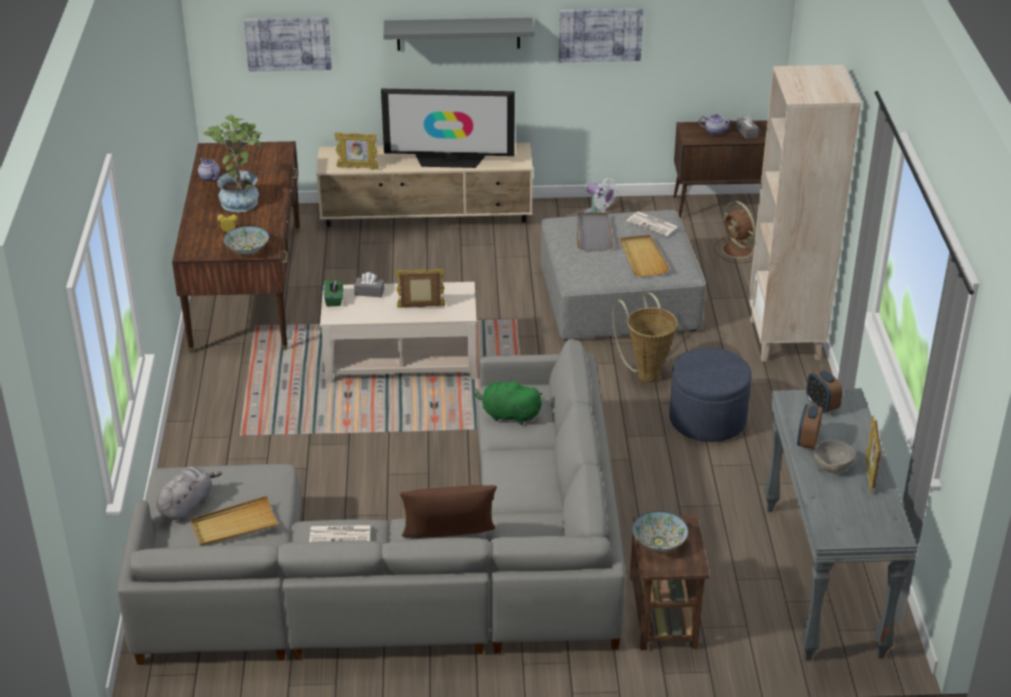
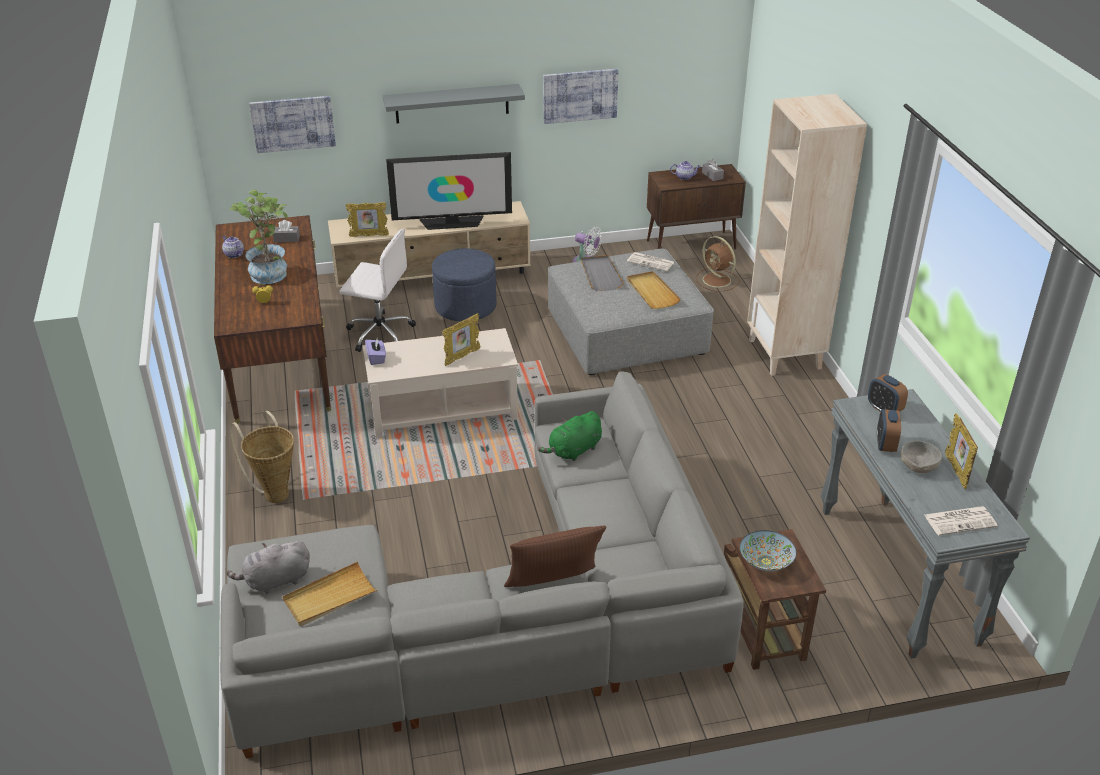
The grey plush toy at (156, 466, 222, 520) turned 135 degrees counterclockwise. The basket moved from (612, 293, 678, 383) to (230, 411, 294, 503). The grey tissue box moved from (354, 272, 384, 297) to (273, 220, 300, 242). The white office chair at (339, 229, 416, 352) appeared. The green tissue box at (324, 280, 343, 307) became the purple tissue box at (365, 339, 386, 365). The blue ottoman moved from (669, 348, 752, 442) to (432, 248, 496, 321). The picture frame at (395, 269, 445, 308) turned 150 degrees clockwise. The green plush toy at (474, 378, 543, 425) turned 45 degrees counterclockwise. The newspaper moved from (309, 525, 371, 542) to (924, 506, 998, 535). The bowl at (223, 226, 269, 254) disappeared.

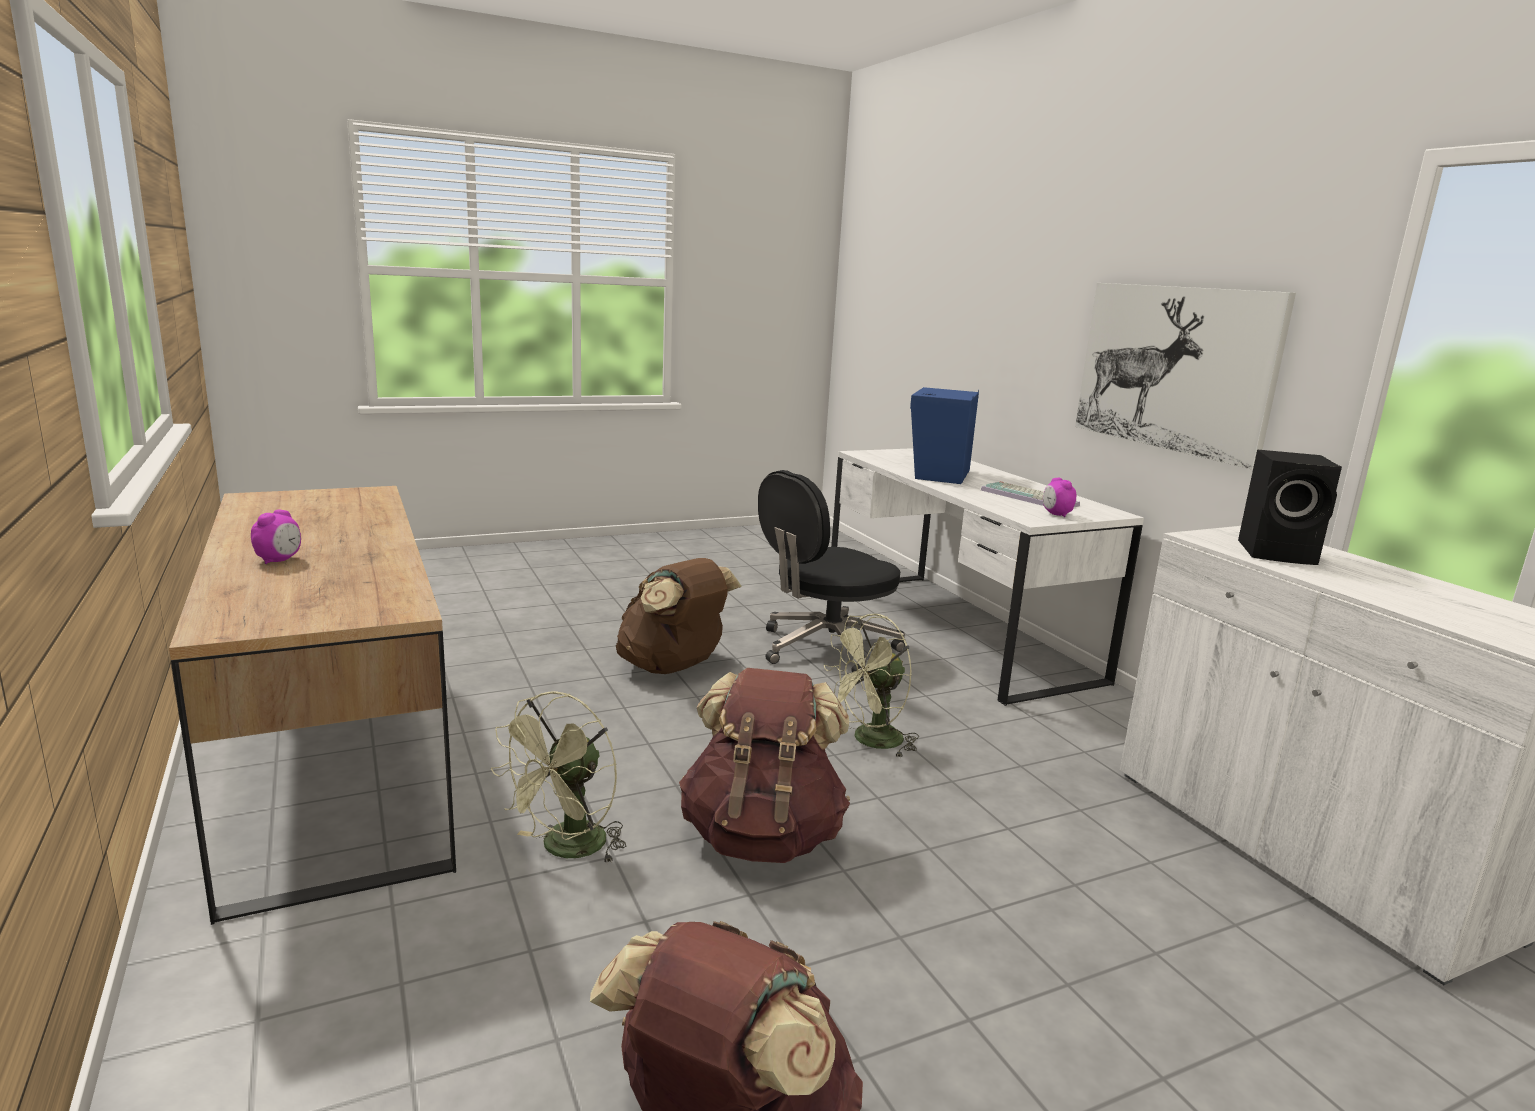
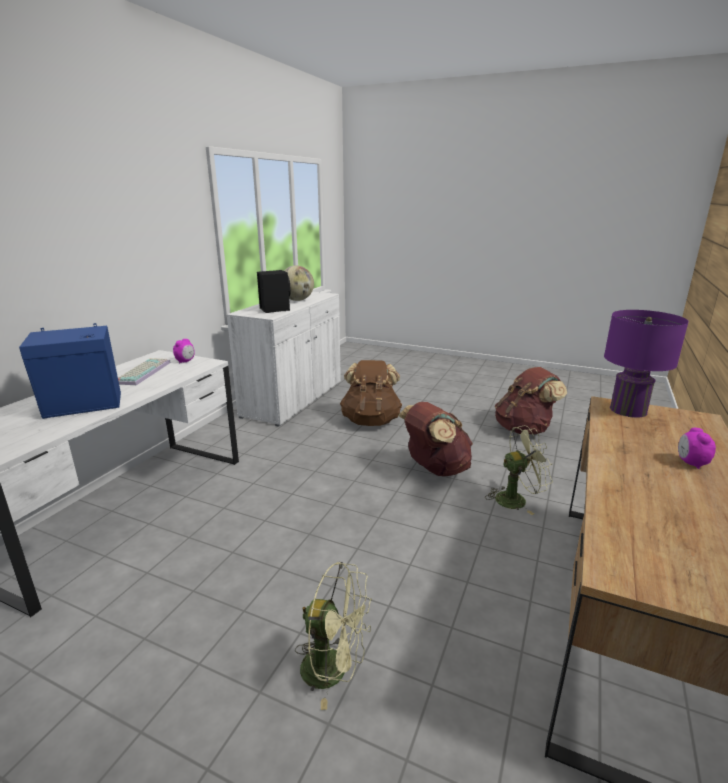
The globe at (284, 266, 314, 301) appeared. The green fan moved from (824, 614, 919, 758) to (295, 562, 372, 710). The brown backpack moved from (616, 558, 742, 674) to (340, 360, 402, 426). The purple table lamp at (604, 310, 689, 418) appeared. The alarm clock at (251, 510, 301, 564) turned 60 degrees counterclockwise. The black office chair at (758, 470, 905, 678) disappeared. The picture at (1075, 283, 1296, 470) disappeared.

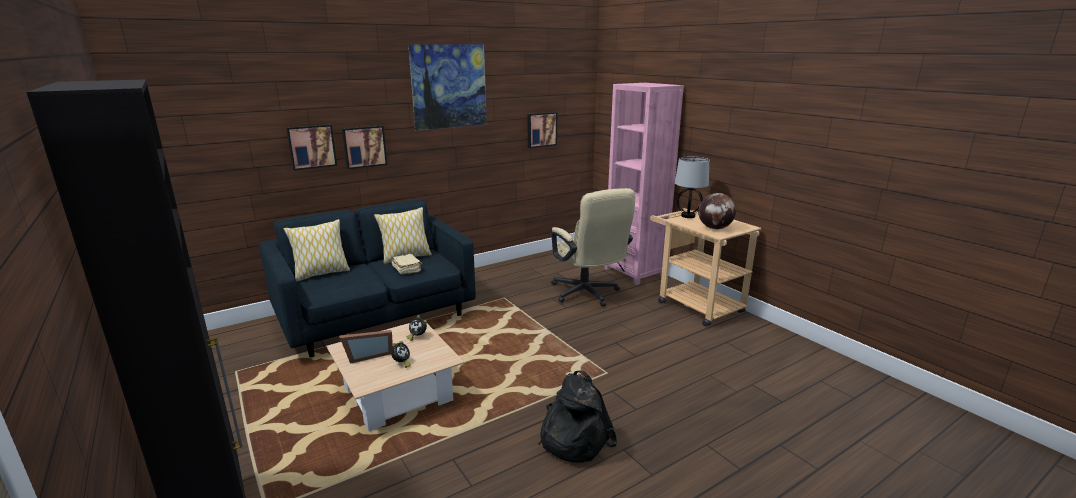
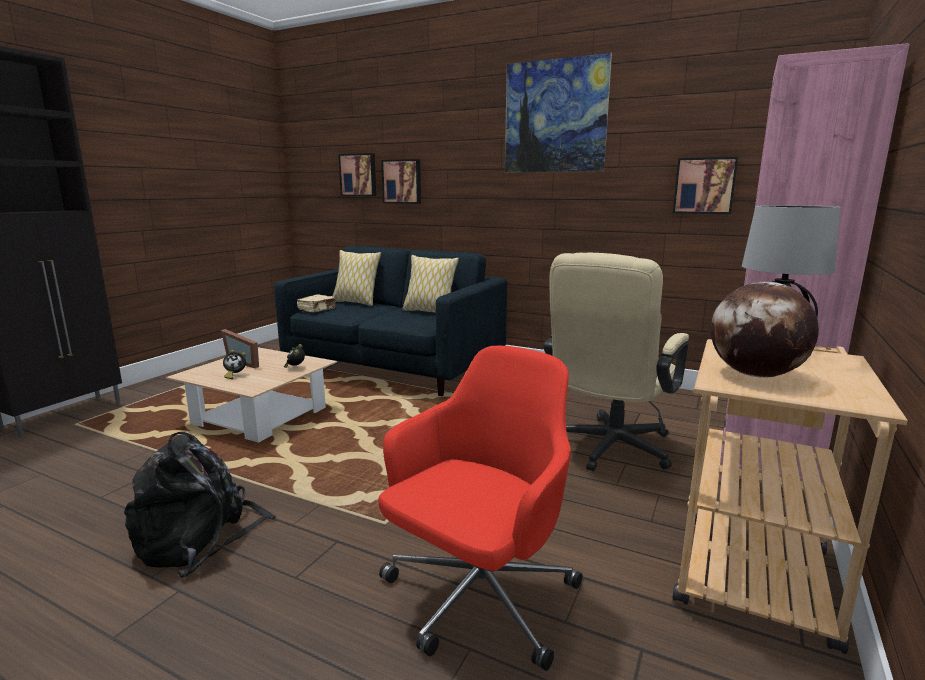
The beige book moved from (392, 254, 422, 275) to (297, 294, 336, 312). The picture moved from (342, 125, 387, 169) to (338, 153, 376, 196). The red office chair at (378, 346, 582, 671) appeared.

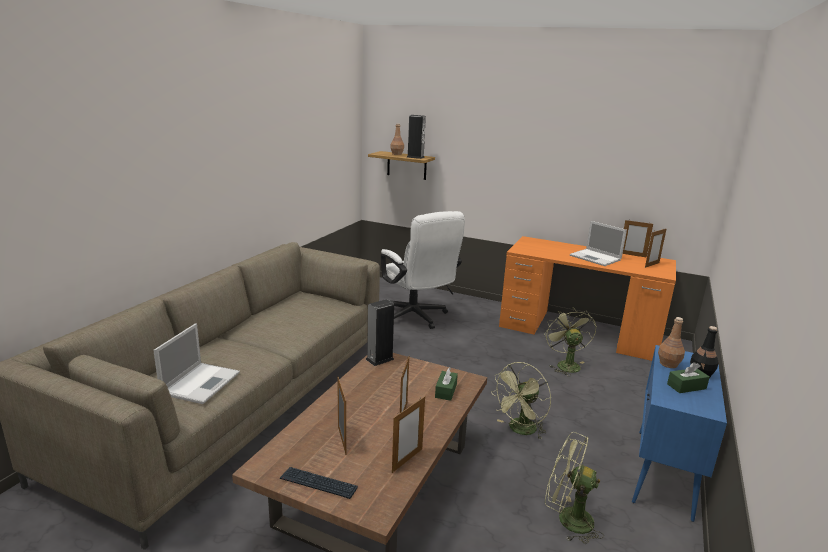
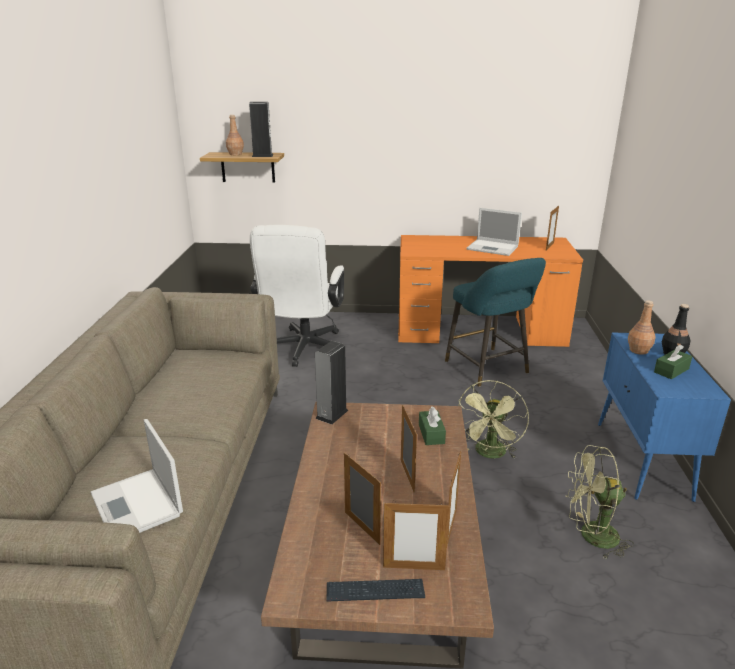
The laptop at (153, 323, 240, 404) turned 150 degrees clockwise. The white office chair at (381, 211, 465, 329) turned 60 degrees clockwise. The picture frame moved from (623, 219, 653, 258) to (383, 501, 450, 570). The green fan at (544, 307, 597, 377) was replaced by the turquoise stool at (445, 258, 546, 387).

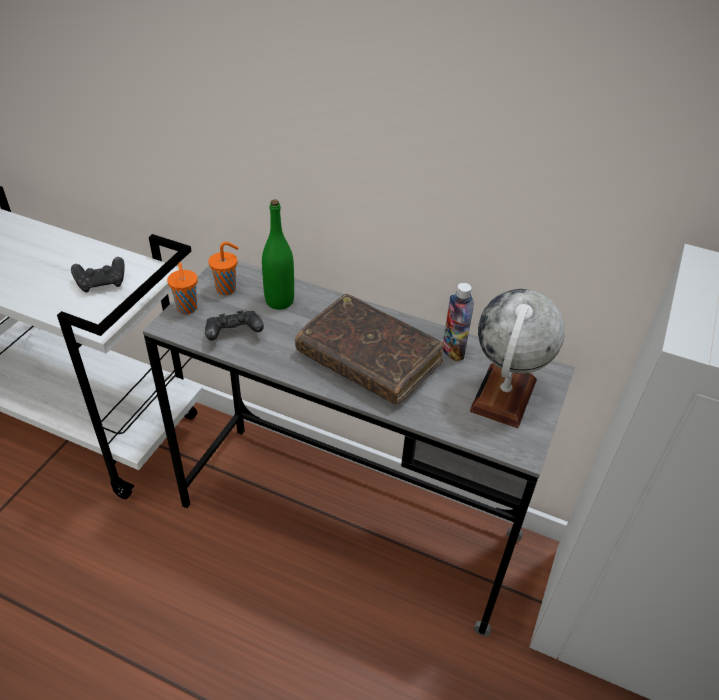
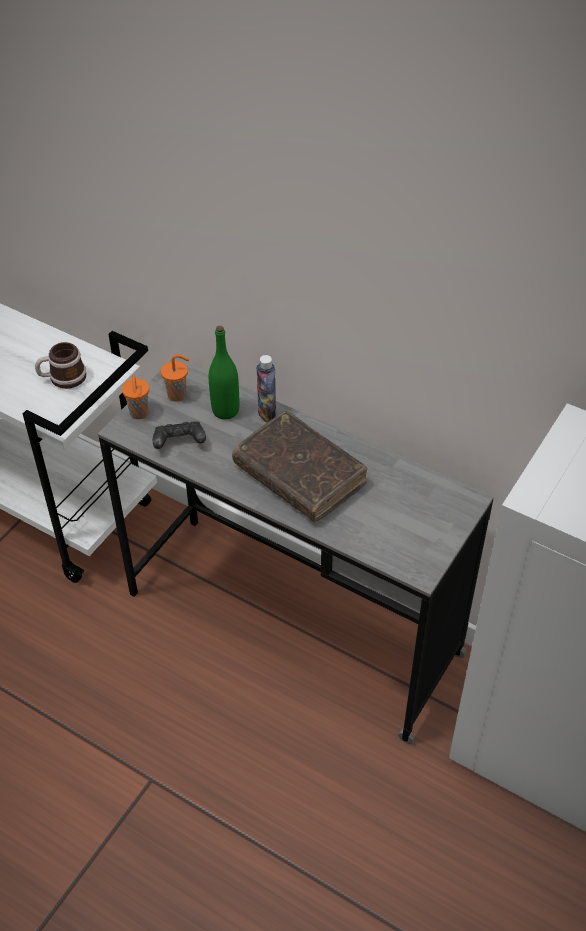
The black game controller at (71, 257, 125, 293) was replaced by the mug at (35, 342, 86, 389). The bottle moved from (443, 283, 474, 361) to (257, 355, 276, 422). The globe at (470, 289, 565, 428) disappeared.

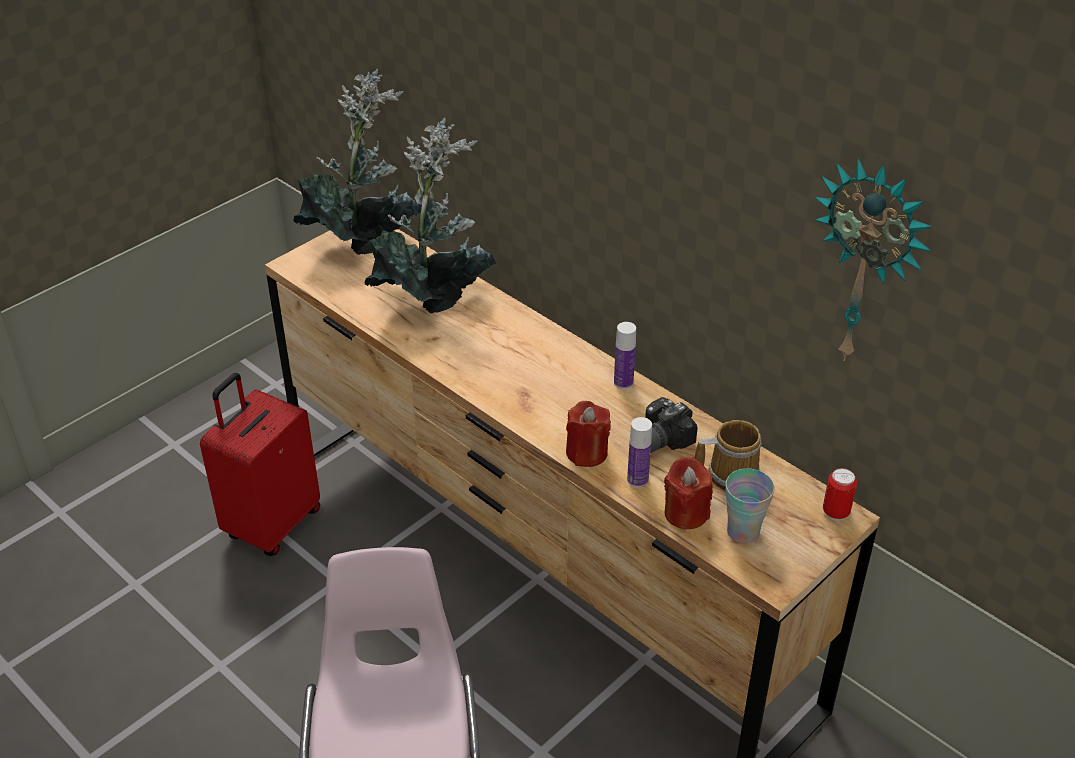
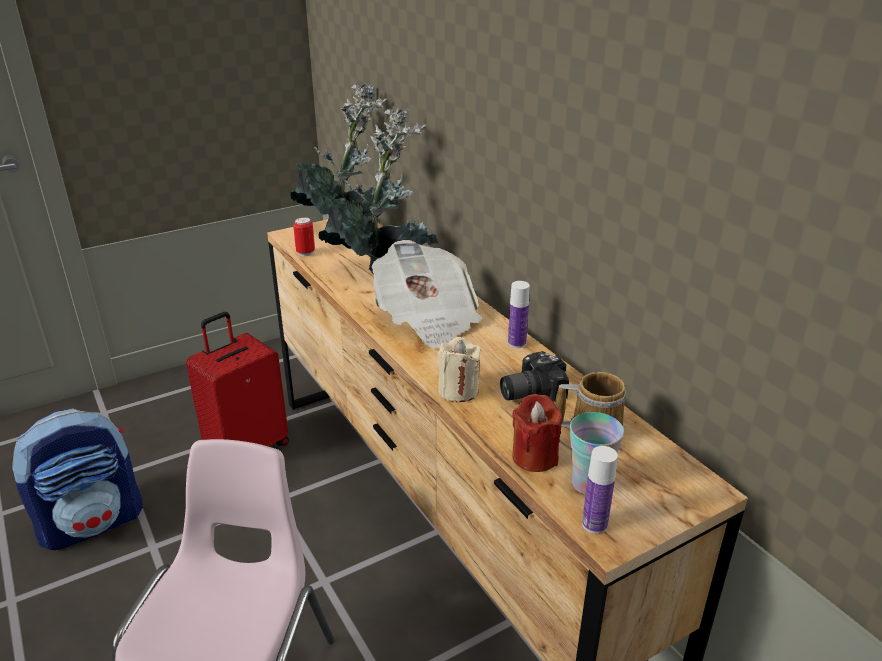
The backpack at (12, 408, 143, 550) appeared. The can moved from (823, 468, 857, 521) to (293, 217, 315, 256). The newspaper at (372, 240, 482, 349) appeared. The red candle at (566, 401, 611, 467) became the beige candle at (437, 337, 481, 402). The bottle moved from (627, 417, 652, 488) to (582, 446, 618, 534). The wall clock at (814, 157, 932, 361) disappeared.

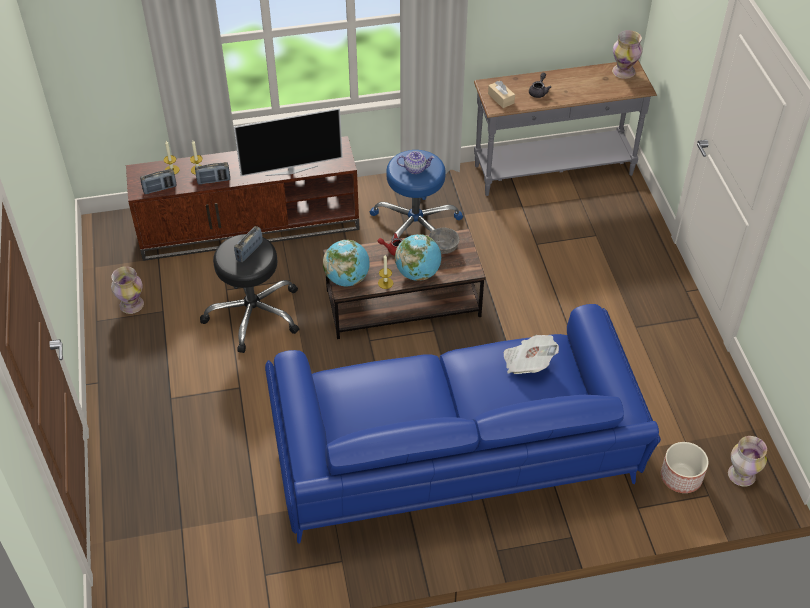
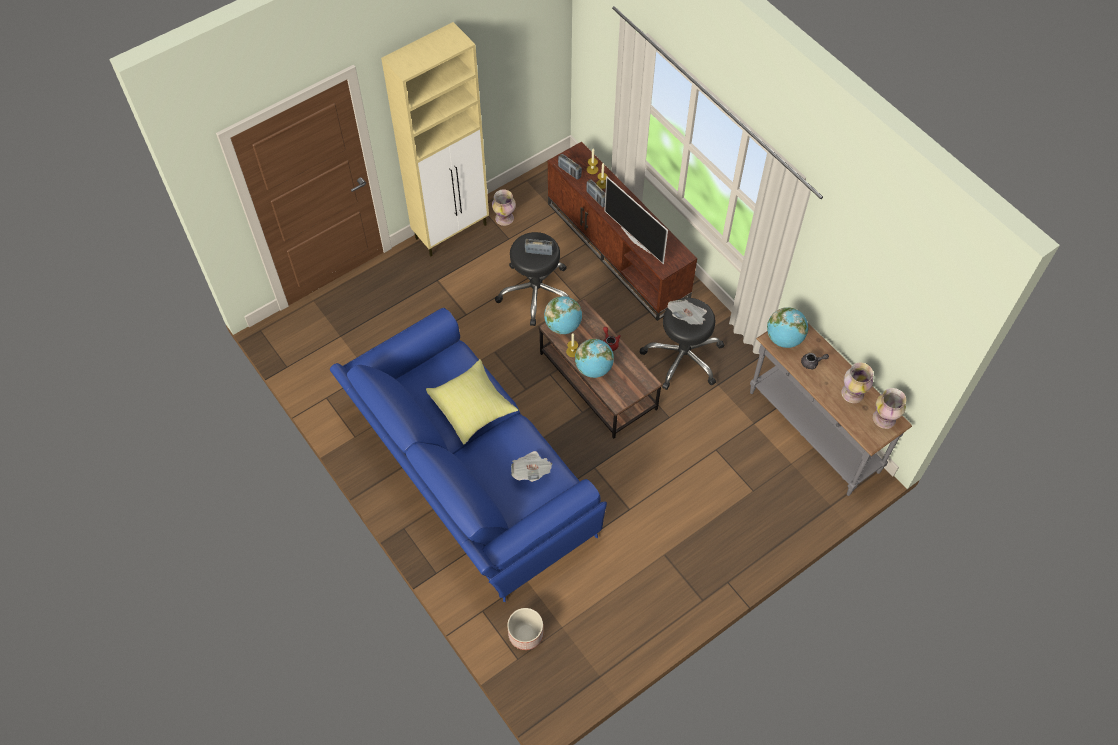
The beige cabinet at (381, 22, 489, 256) appeared. The yellow pillow at (426, 359, 518, 445) appeared. The blue stool at (370, 150, 463, 240) became the black stool at (640, 298, 725, 390). The teapot at (397, 151, 434, 174) was replaced by the newspaper at (667, 300, 707, 325). The beige tissue box at (488, 81, 515, 108) was replaced by the globe at (767, 307, 808, 348). The vase moved from (728, 436, 767, 487) to (841, 363, 873, 403). The grey bowl at (429, 227, 460, 254) disappeared.

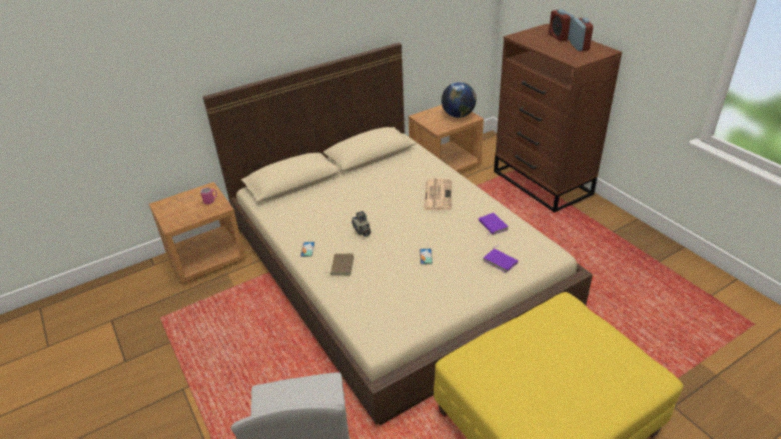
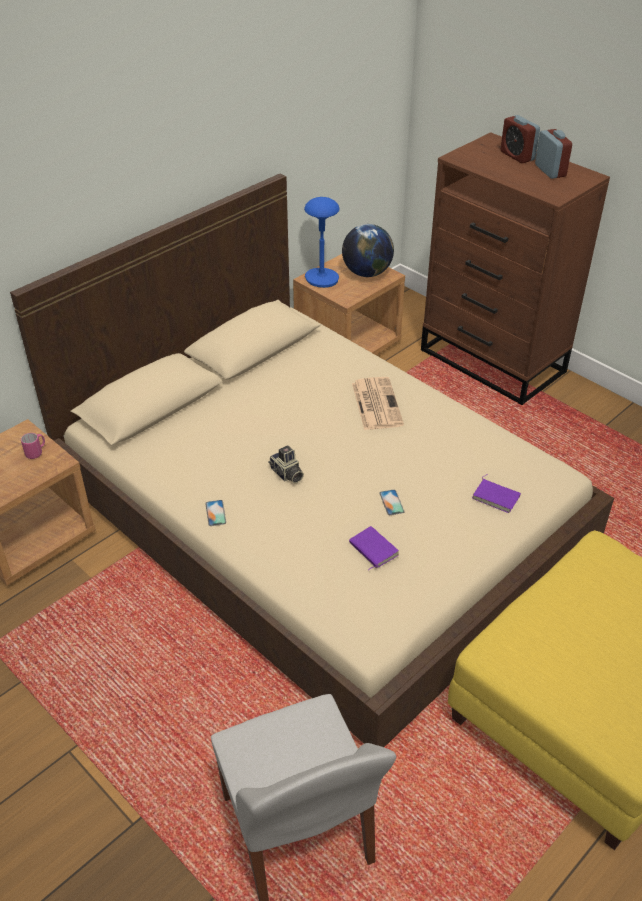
The blue table lamp at (304, 197, 340, 288) appeared. The purple book moved from (479, 213, 508, 235) to (349, 526, 399, 570). The brown book at (325, 254, 354, 276) disappeared.

